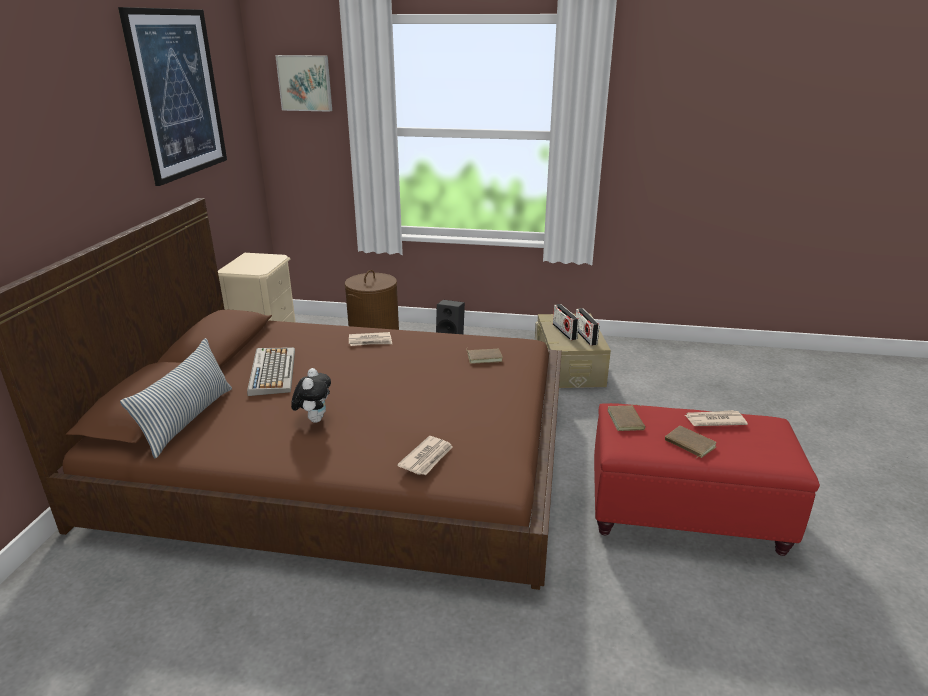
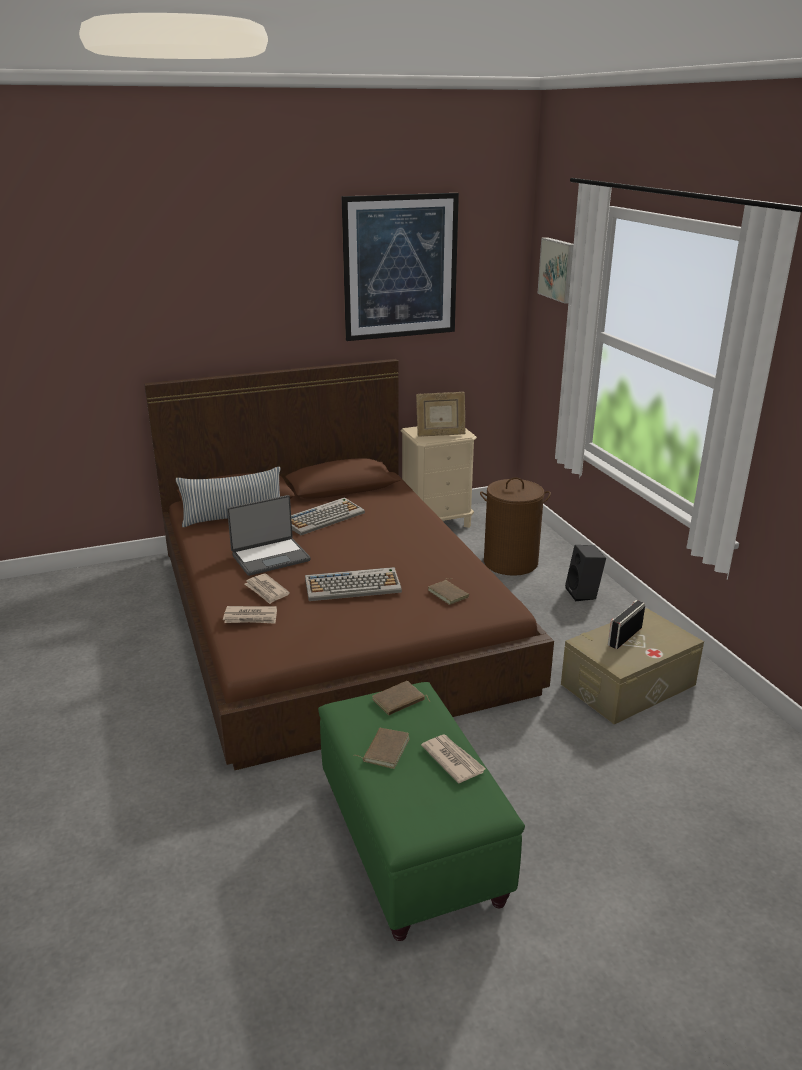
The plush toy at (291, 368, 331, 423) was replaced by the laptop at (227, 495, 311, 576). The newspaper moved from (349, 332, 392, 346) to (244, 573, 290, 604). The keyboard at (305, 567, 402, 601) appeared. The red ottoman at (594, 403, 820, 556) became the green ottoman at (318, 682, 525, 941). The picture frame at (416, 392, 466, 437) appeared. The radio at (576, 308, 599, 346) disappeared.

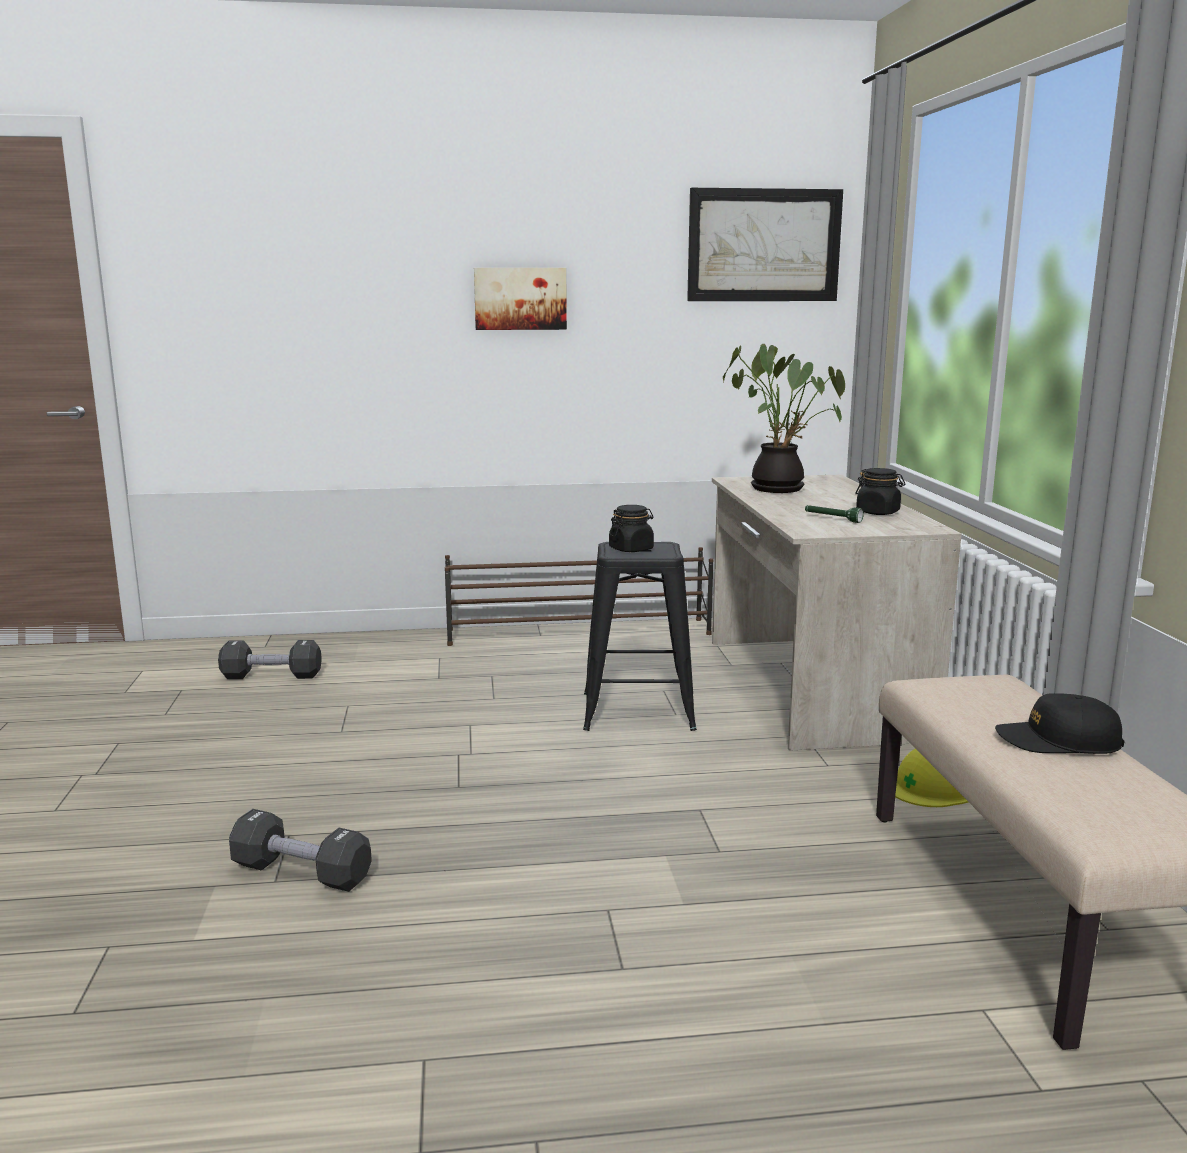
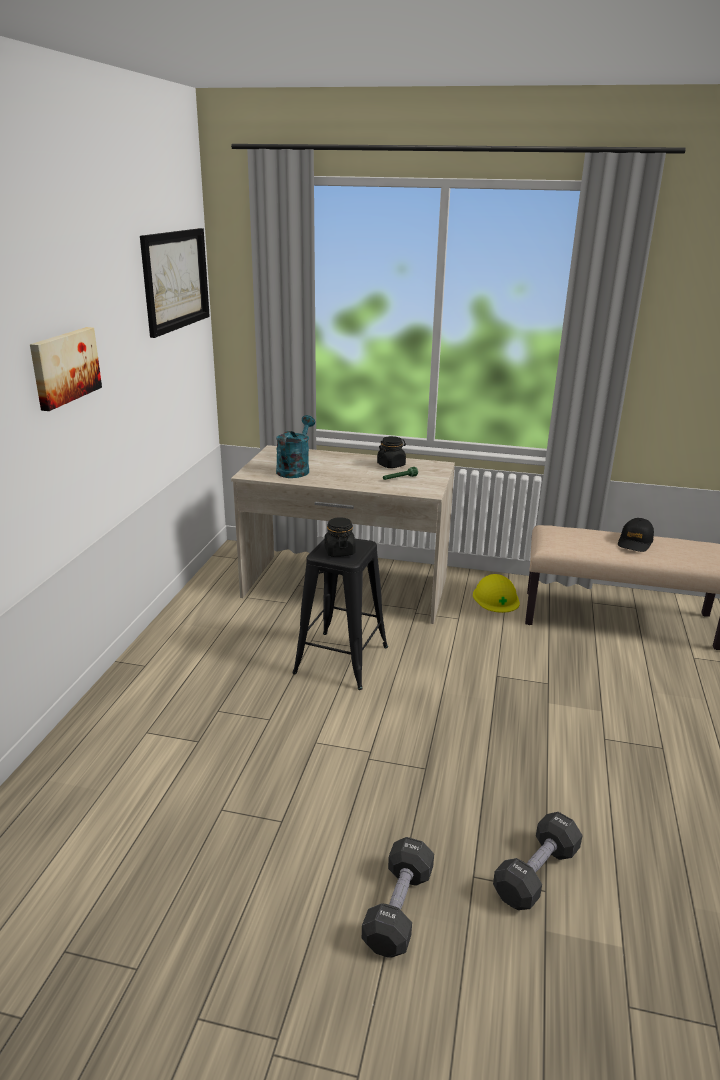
The potted plant at (723, 344, 845, 493) was replaced by the turquoise watering can at (276, 415, 315, 478). The black dumbbell moved from (218, 640, 322, 679) to (362, 837, 434, 957). The brown shoe rack at (445, 547, 714, 646) disappeared.

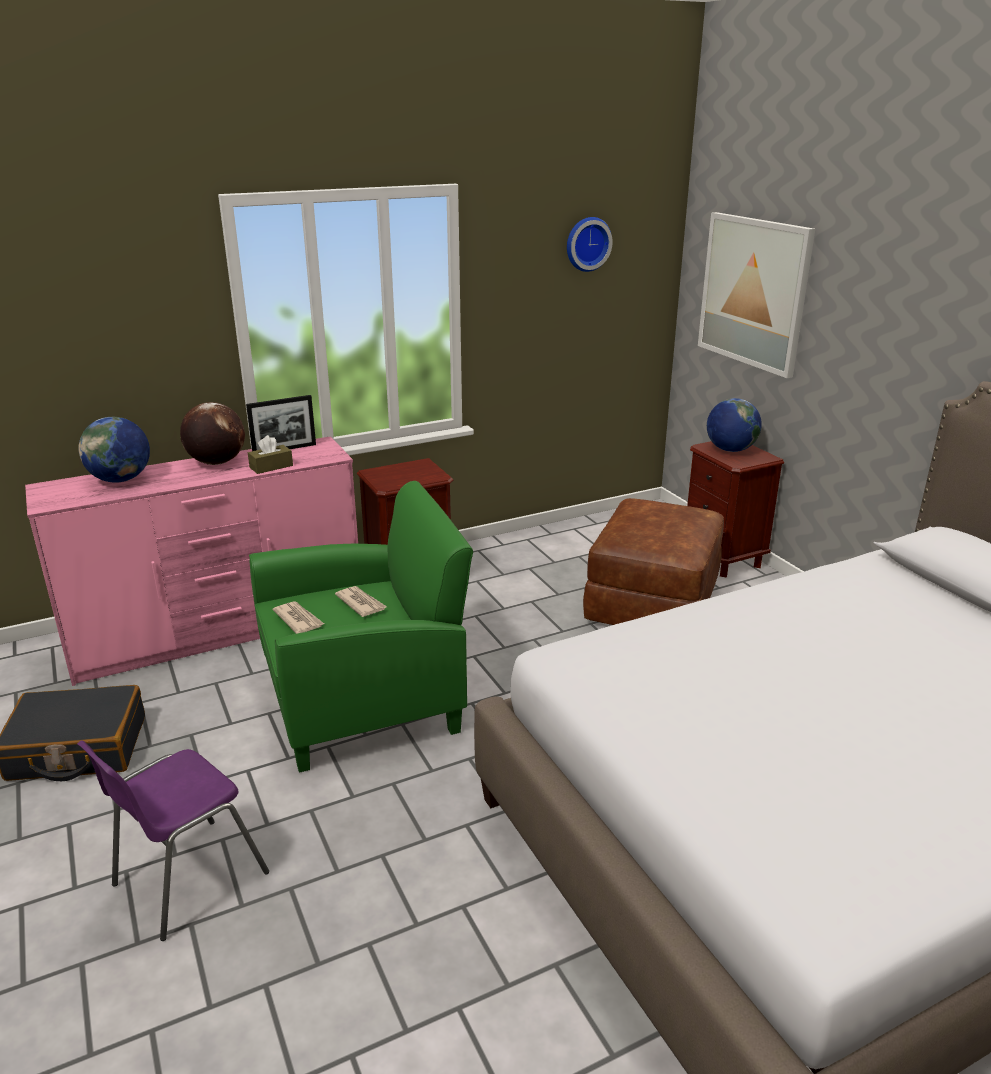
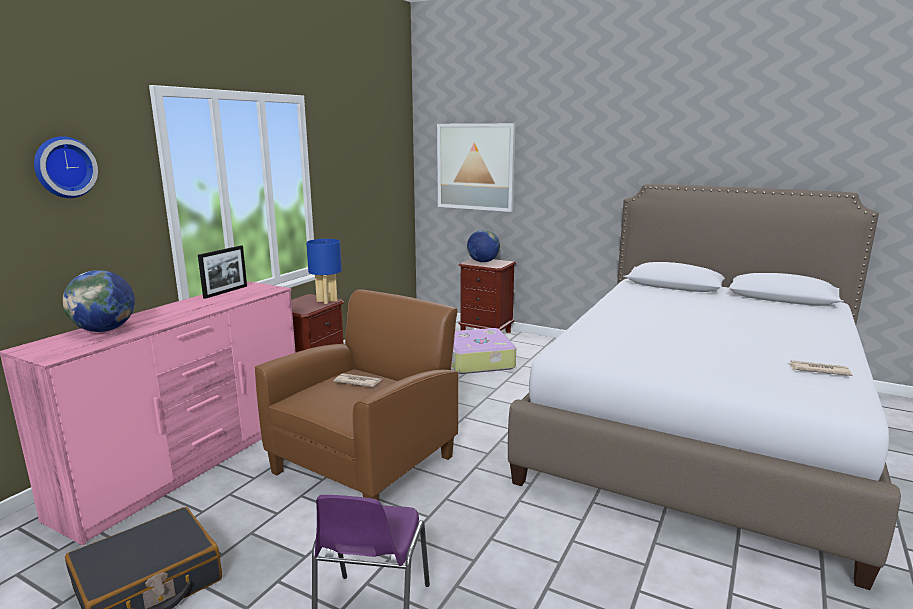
The wall clock moved from (567, 217, 613, 272) to (34, 136, 98, 198). The green armchair at (249, 481, 473, 772) became the brown armchair at (255, 289, 458, 501). The blue table lamp at (306, 239, 342, 304) appeared. The brown ottoman at (583, 498, 724, 625) was replaced by the suitcase at (452, 328, 516, 374). The newspaper moved from (273, 601, 324, 634) to (788, 360, 852, 376). The globe at (180, 402, 245, 465) disappeared. The brown tissue box at (248, 435, 293, 474) disappeared.

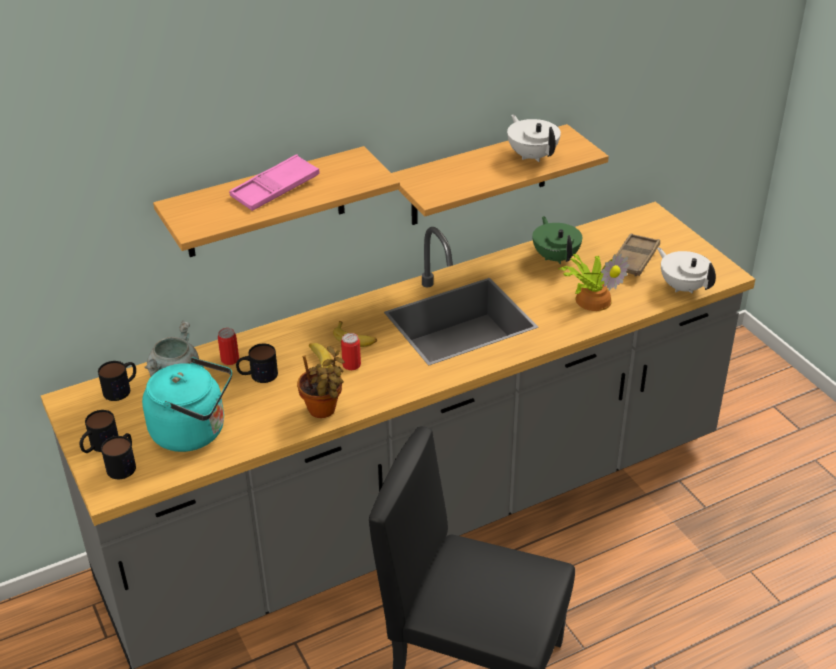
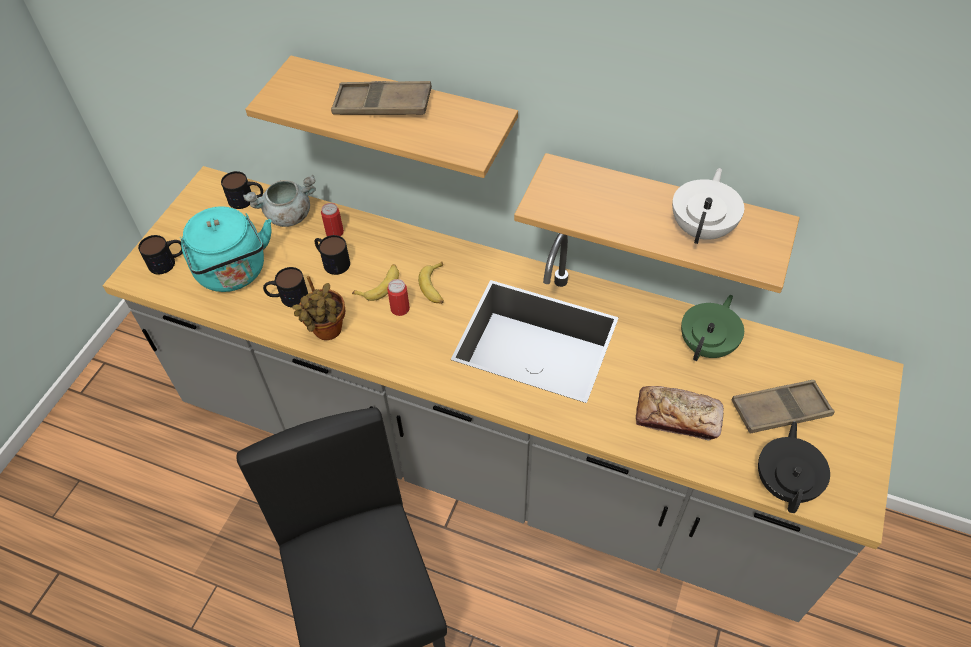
The mug moved from (80, 410, 119, 453) to (263, 267, 308, 307). The pink tray at (229, 154, 320, 211) became the brown tray at (331, 81, 432, 115). The potted plant at (558, 253, 629, 311) was replaced by the bread at (636, 386, 724, 441). The white teapot at (657, 248, 716, 293) became the black teapot at (758, 421, 830, 513).

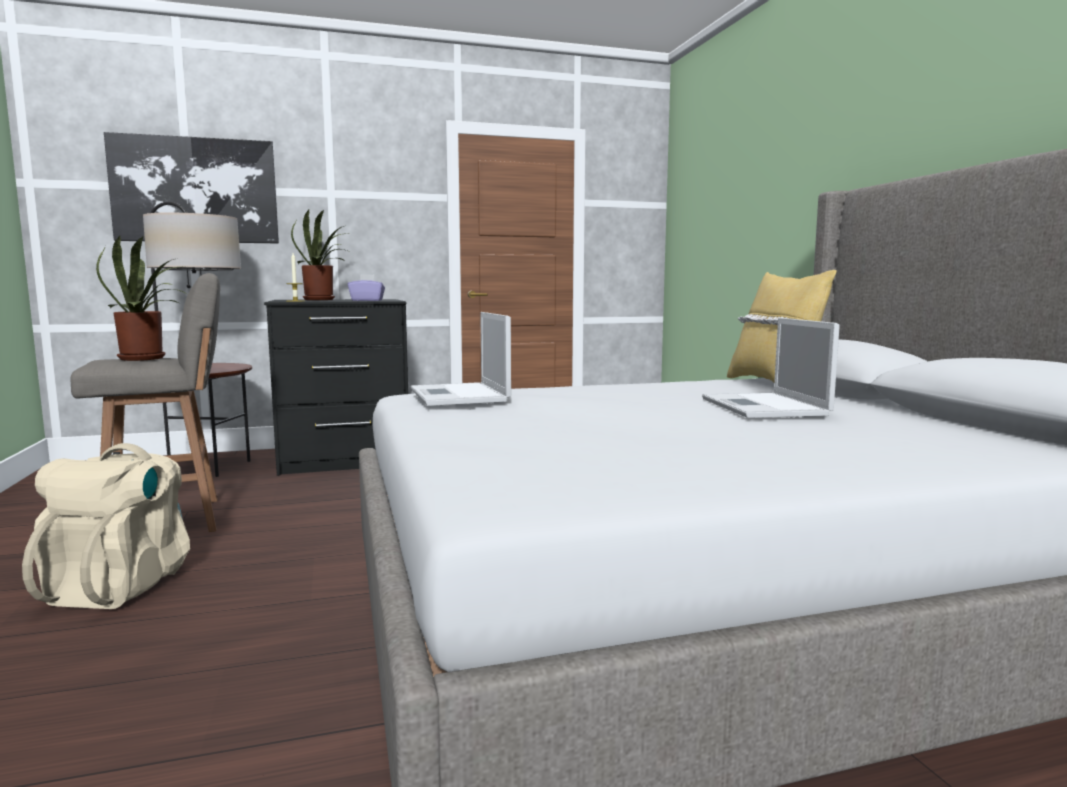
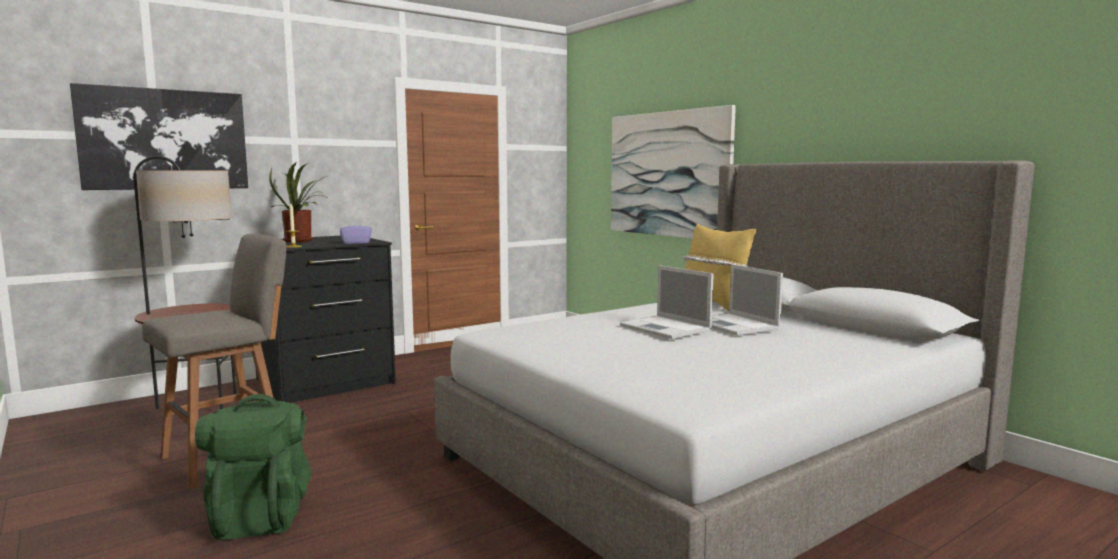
The beige backpack at (22, 443, 190, 609) became the green backpack at (195, 394, 311, 540). The picture at (611, 105, 736, 239) appeared. The laptop moved from (410, 312, 511, 406) to (620, 265, 714, 339). The potted plant at (96, 235, 187, 361) disappeared.

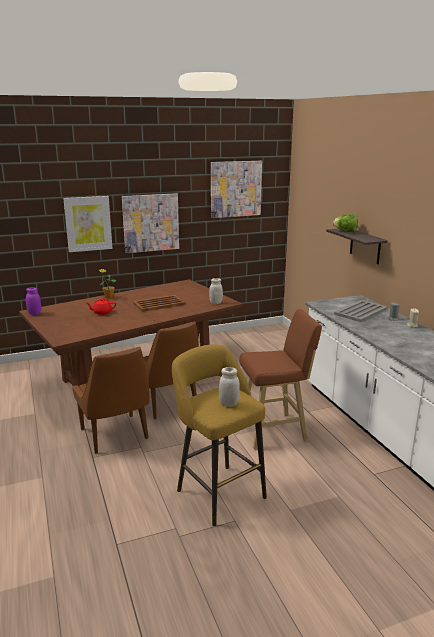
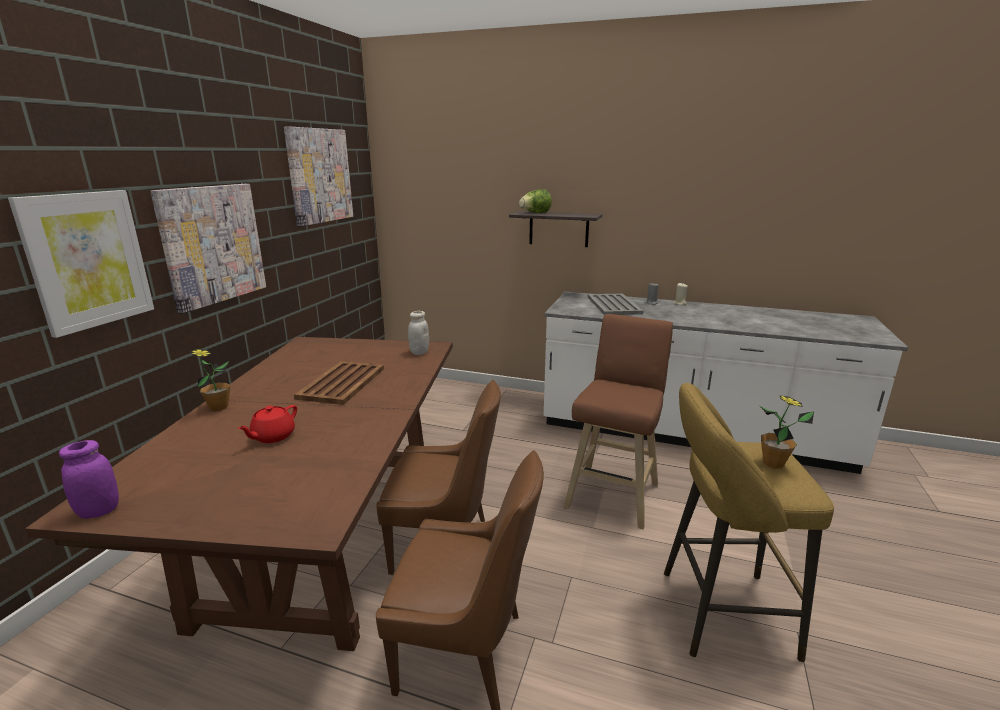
The white jar at (219, 367, 240, 407) was replaced by the potted plant at (759, 395, 814, 469).

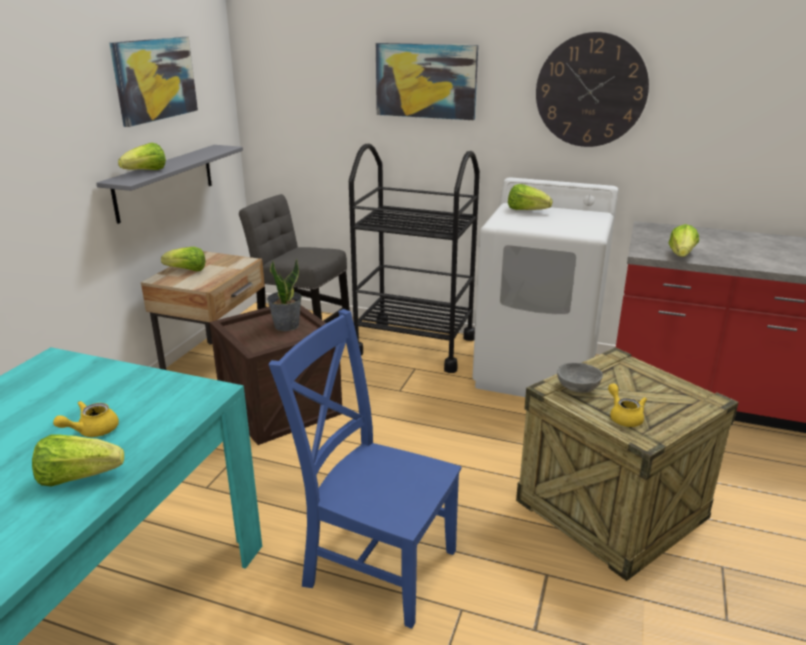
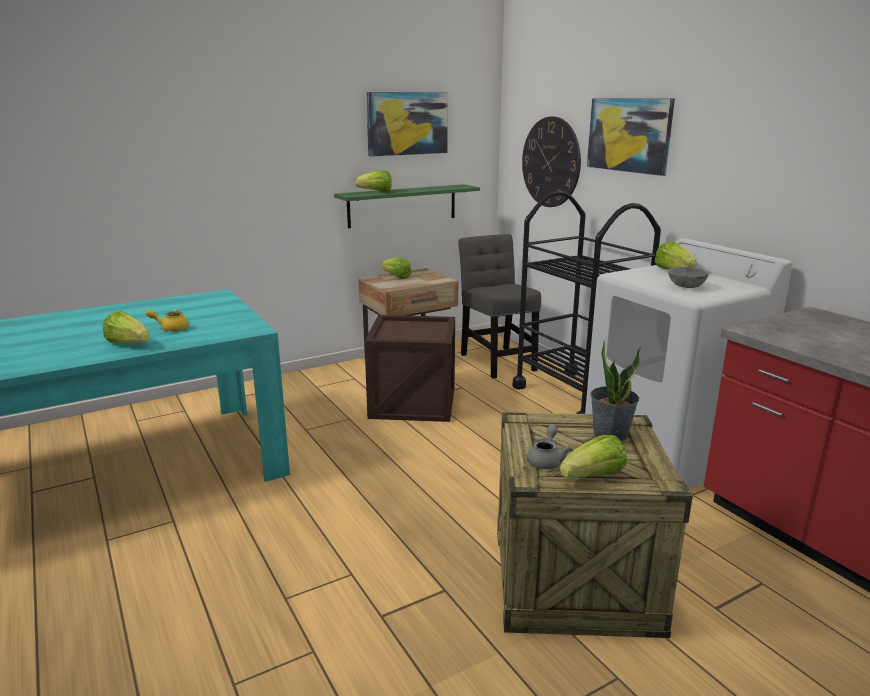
The grey shelf at (96, 145, 243, 224) became the green shelf at (334, 184, 480, 228). The wall clock moved from (536, 32, 649, 147) to (522, 117, 581, 207). The yellow teapot at (608, 384, 647, 427) became the grey teapot at (527, 425, 572, 469). The lettuce moved from (668, 224, 699, 257) to (560, 435, 627, 478). The potted plant moved from (267, 258, 302, 331) to (590, 341, 641, 442). The grey bowl moved from (557, 363, 603, 393) to (668, 267, 709, 288). The blue chair at (268, 309, 461, 629) disappeared.

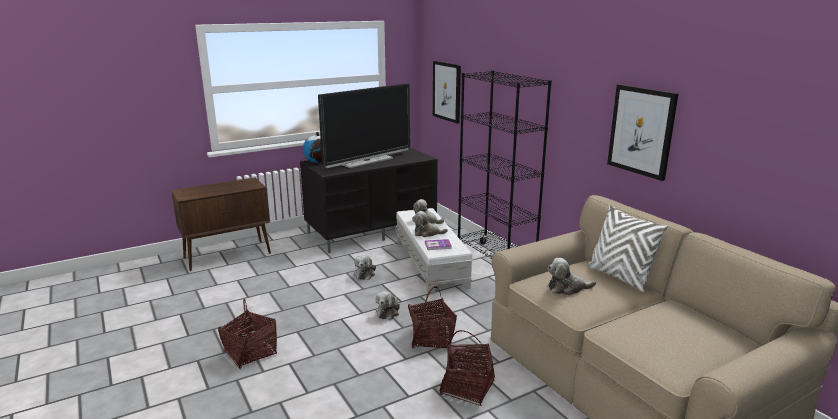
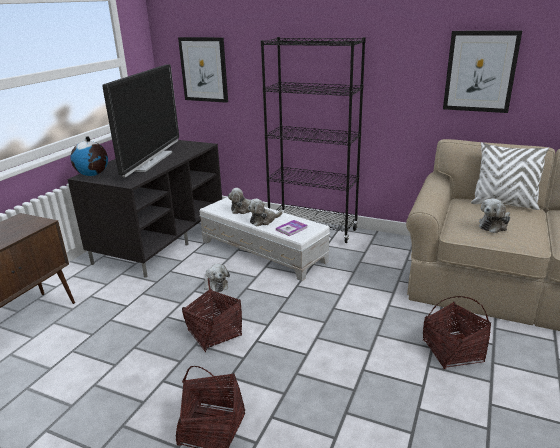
The basket moved from (408, 286, 457, 349) to (182, 278, 242, 352). The plush toy at (376, 291, 400, 320) disappeared.

